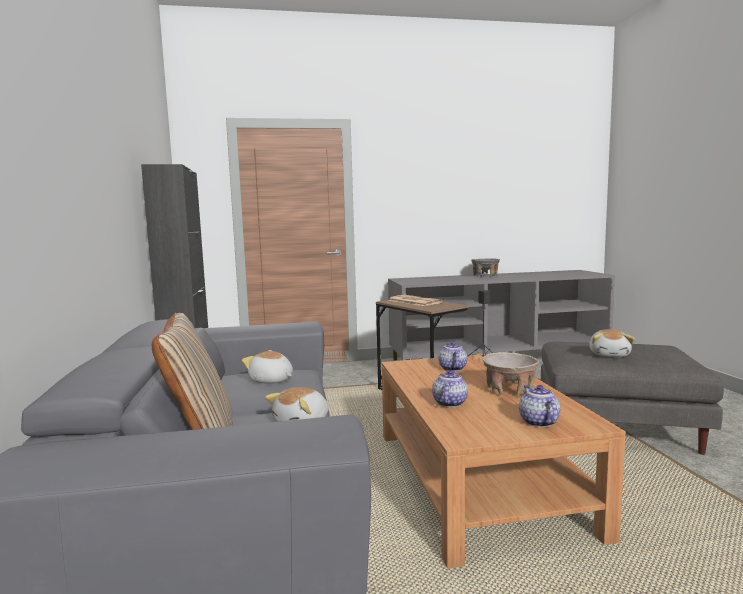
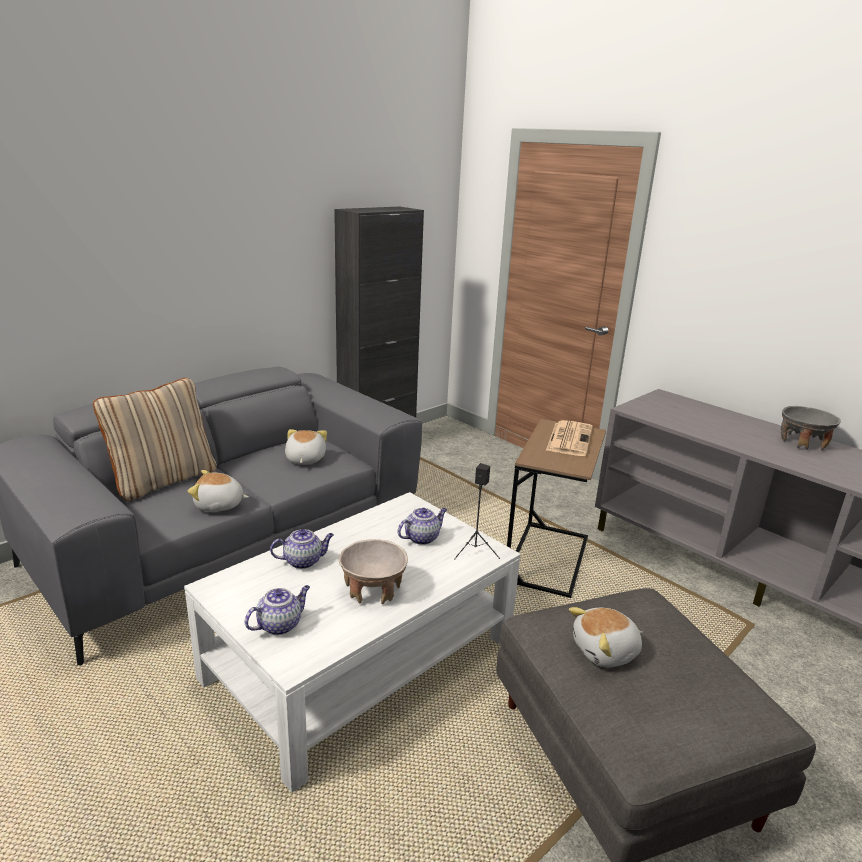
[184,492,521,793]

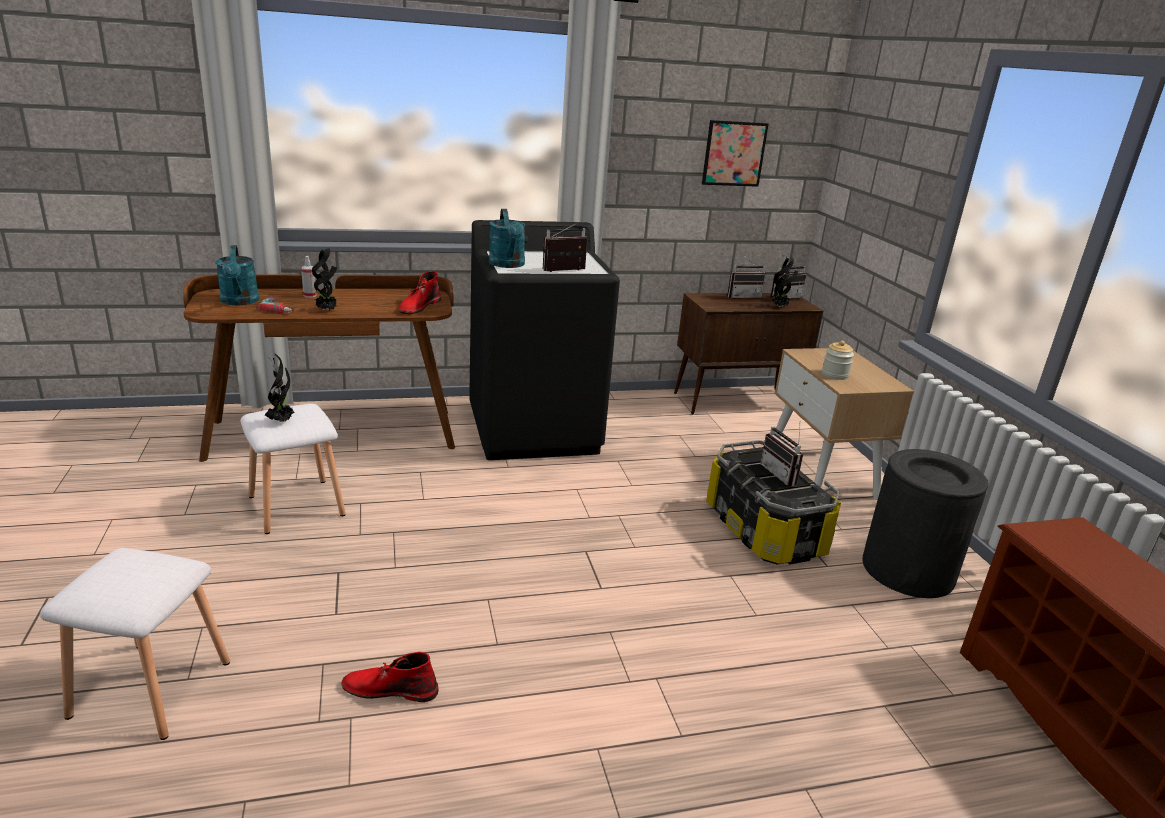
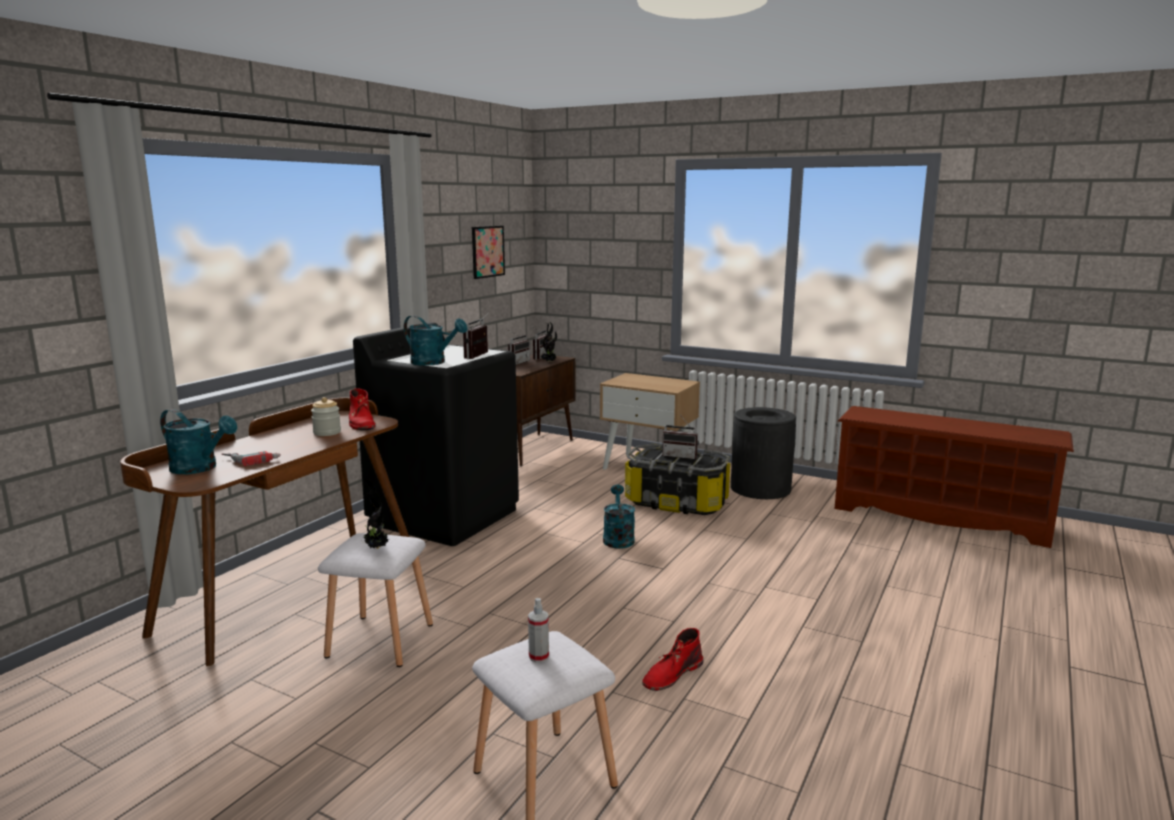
[311,397,341,436]
[528,598,549,662]
[603,485,635,549]
[312,248,337,311] (first image)

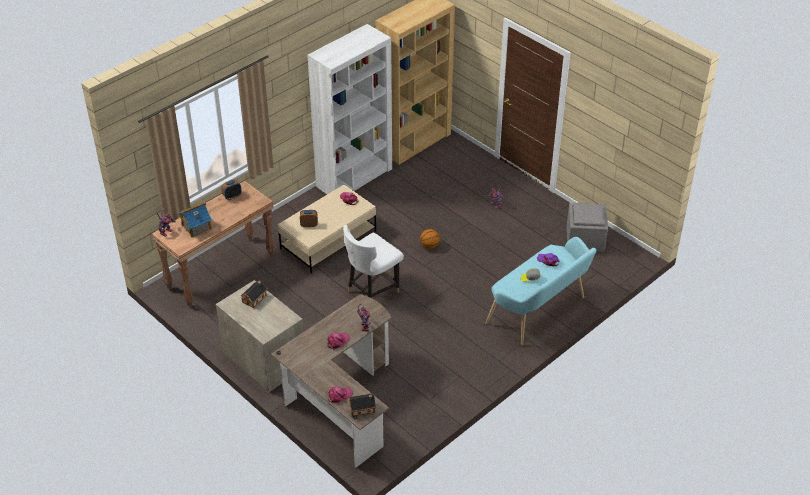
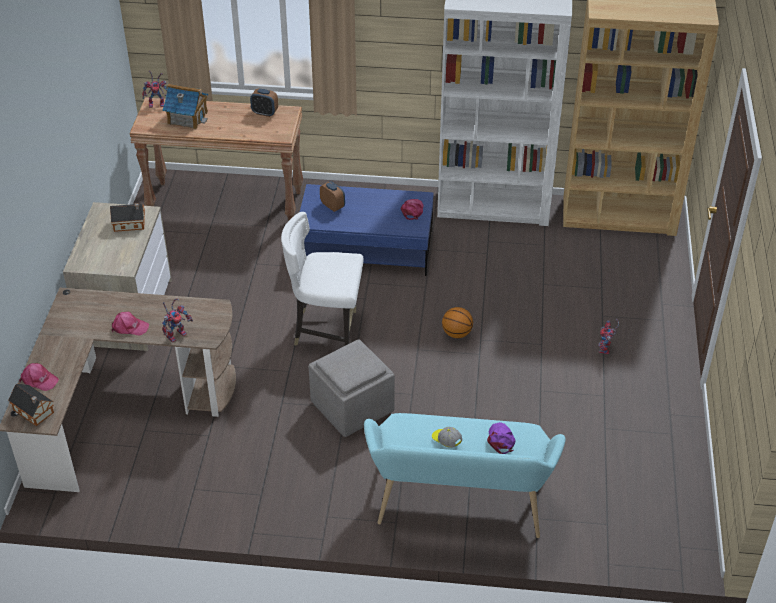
[300,184,434,276]
[309,339,395,437]

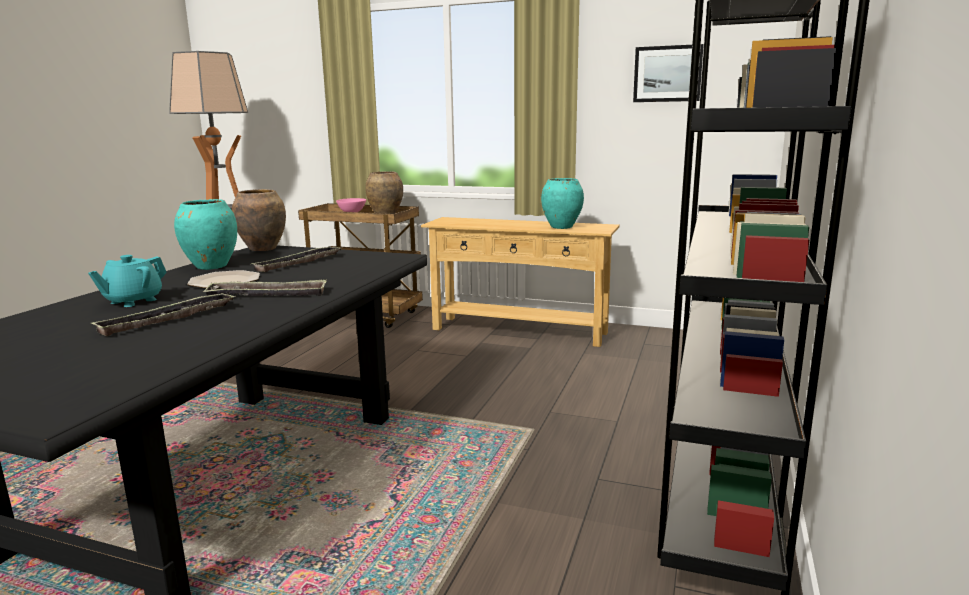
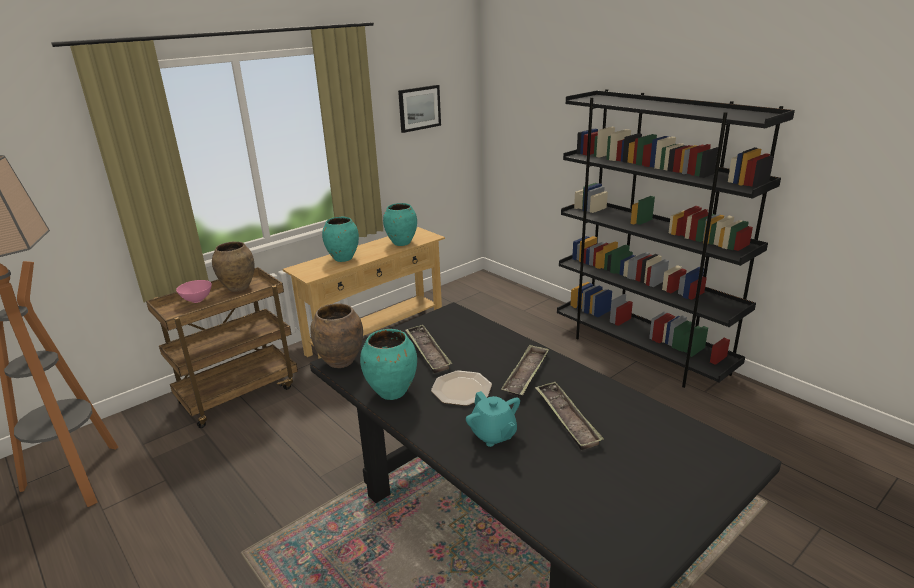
[322,217,359,262]

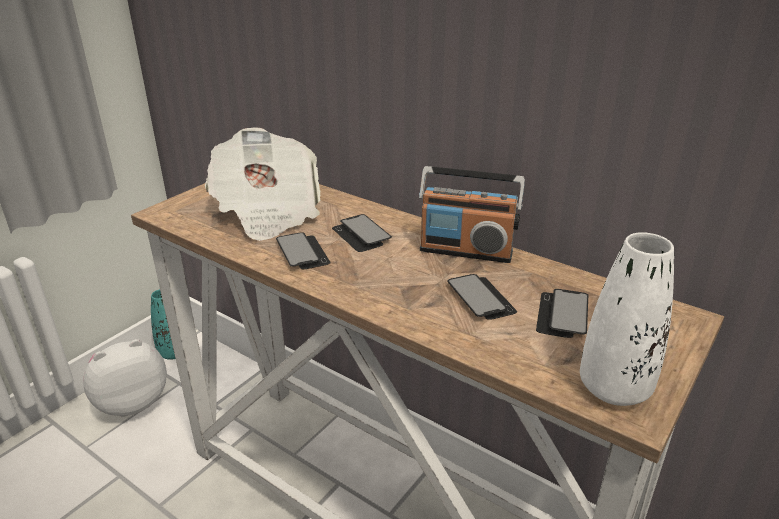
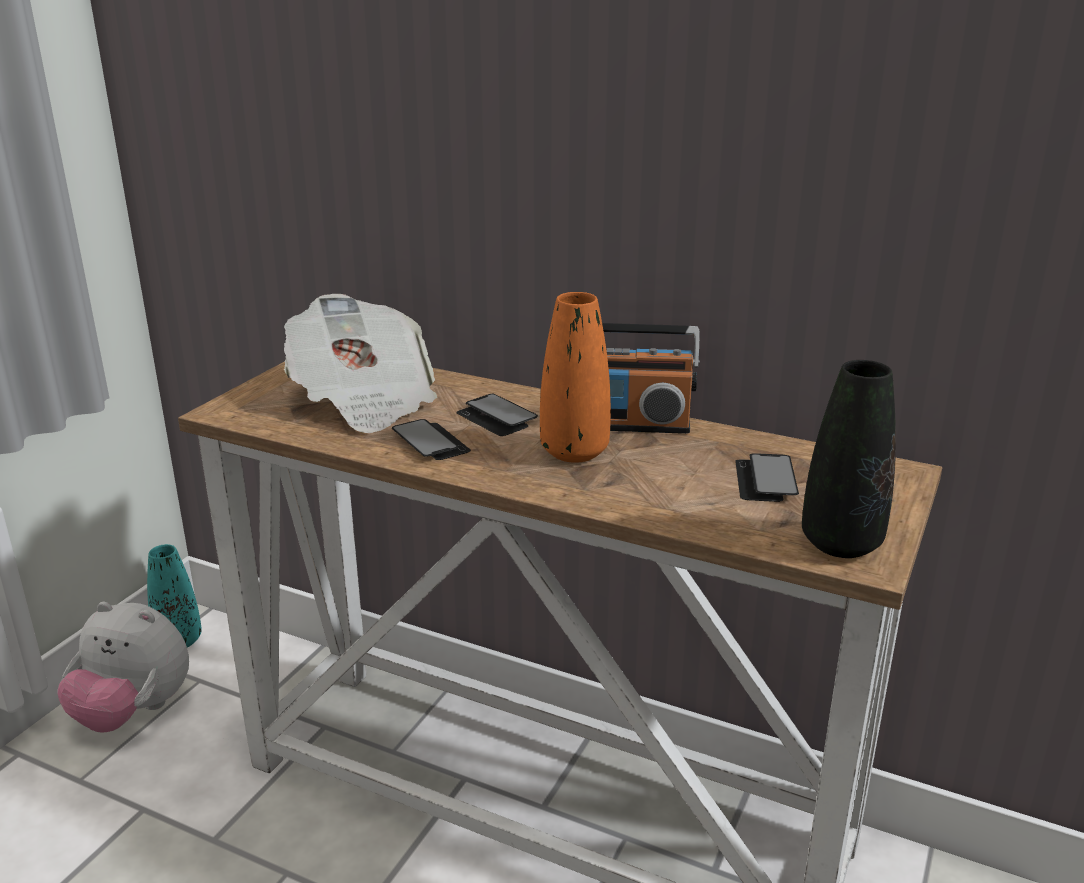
[58,602,189,733]
[540,292,611,463]
[802,360,896,558]
[447,274,517,320] (first image)

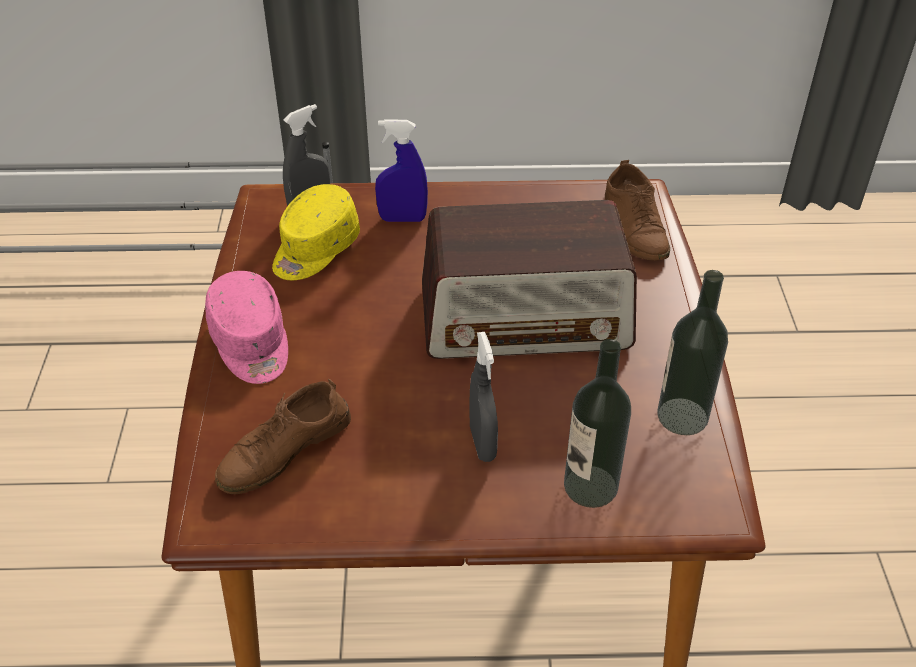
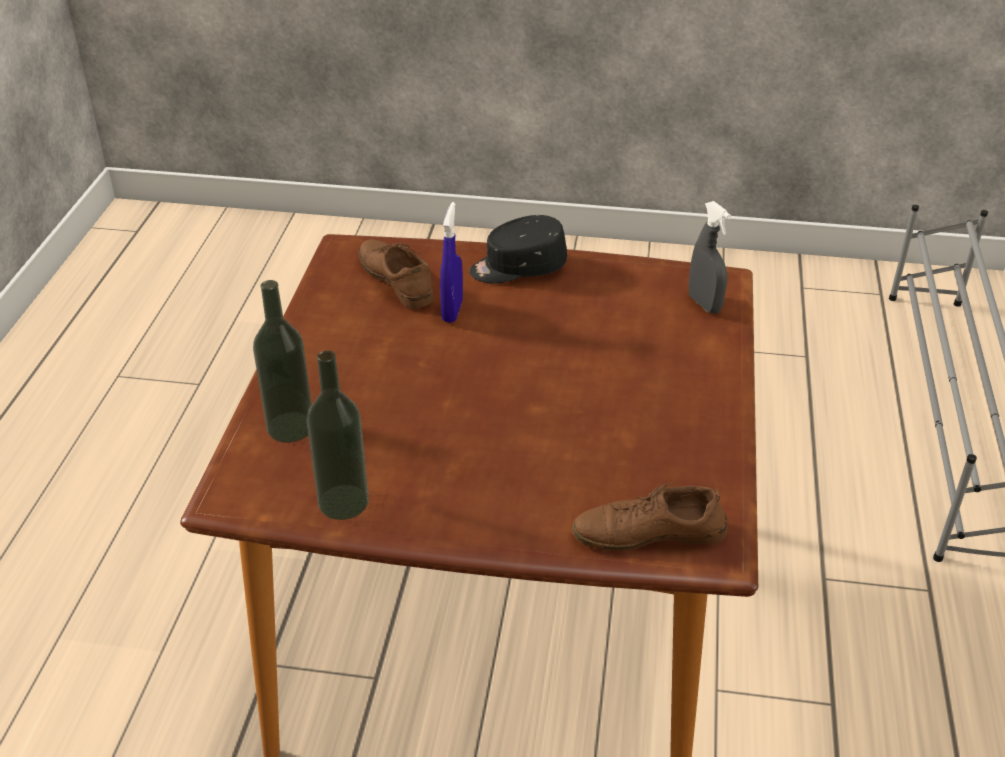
[440,202,463,323]
[469,215,567,283]
[272,184,360,280] (first image)
[422,200,637,359] (first image)
[470,332,498,462] (first image)

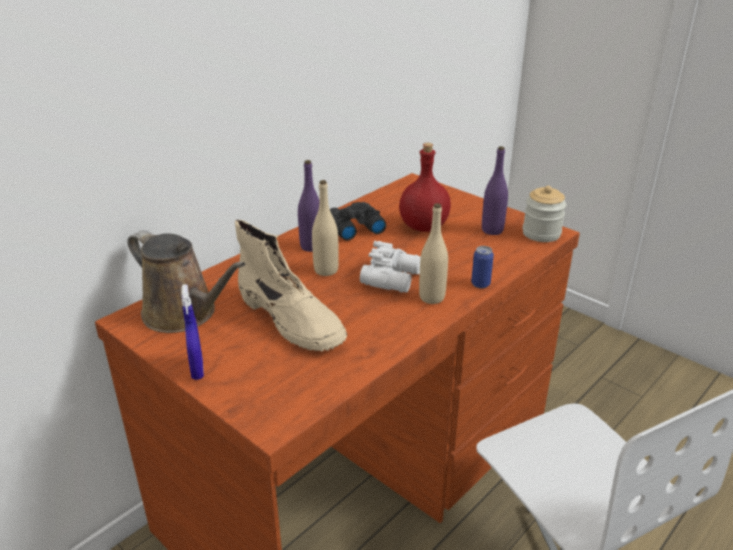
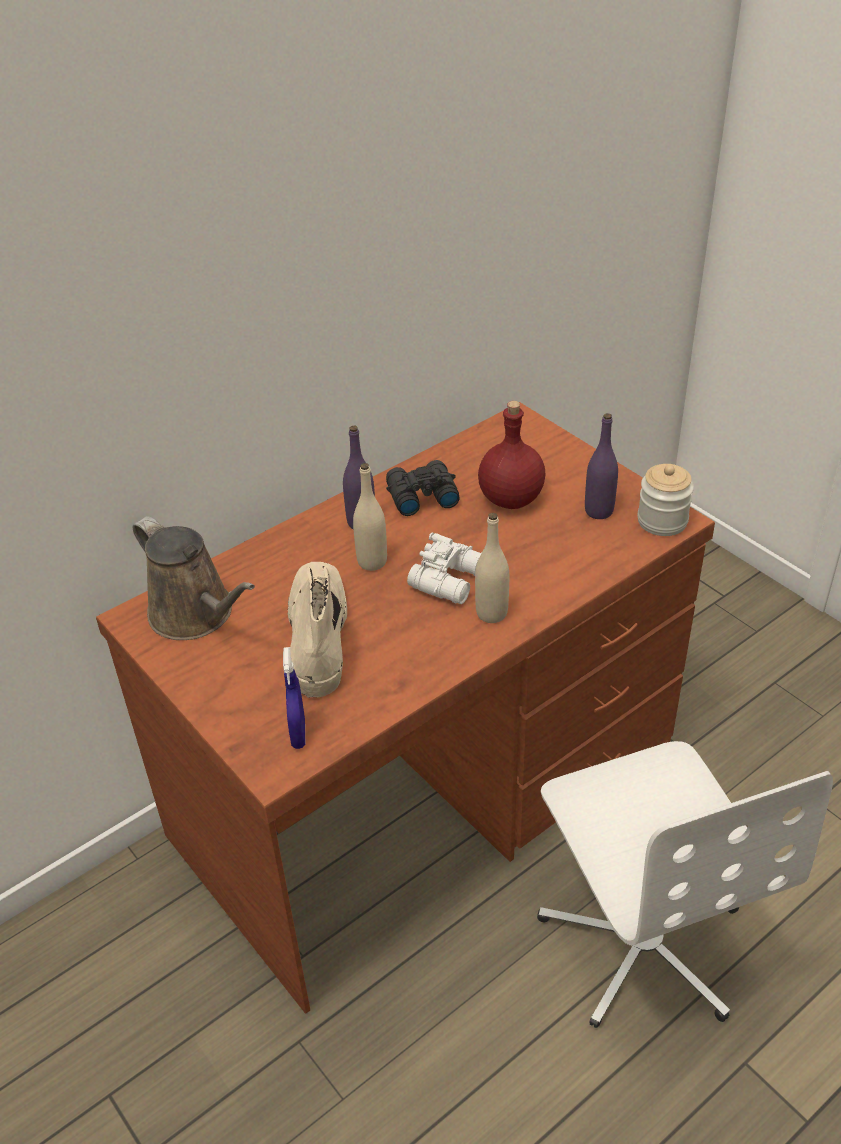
[283,647,305,749]
[287,562,347,698]
[471,246,494,288] (first image)

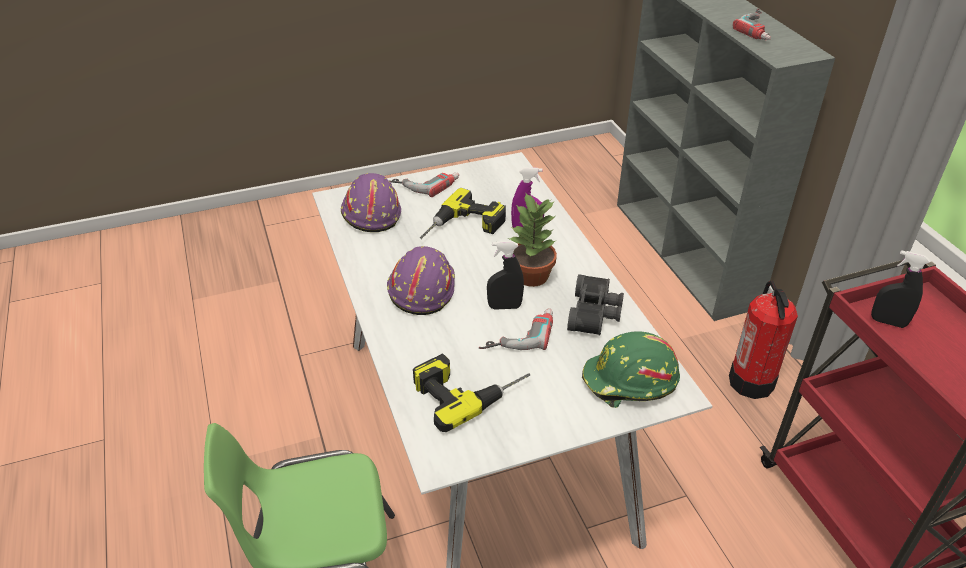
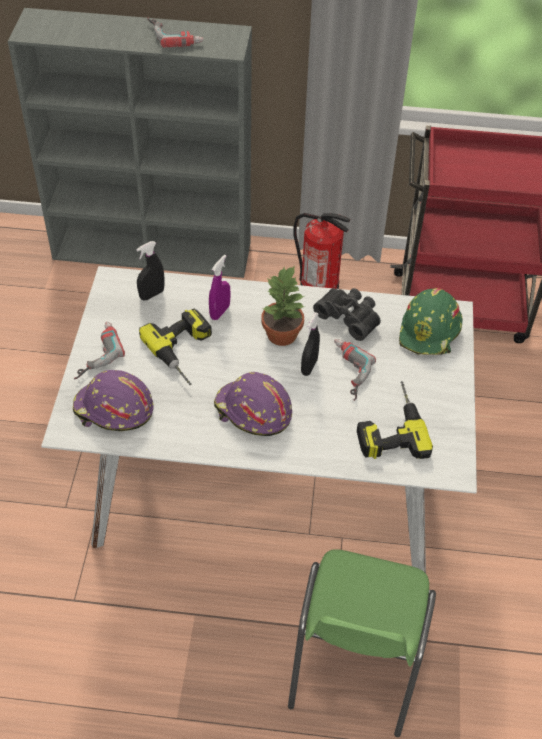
[136,241,165,301]

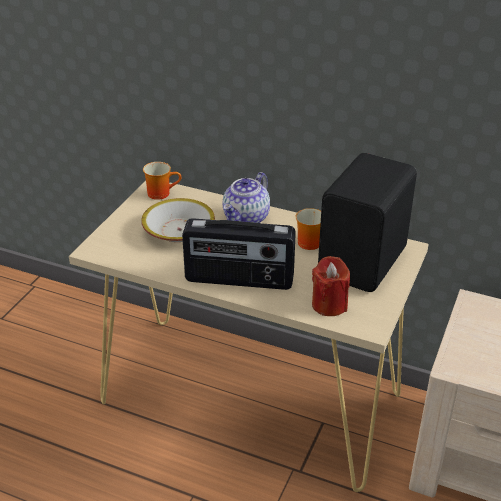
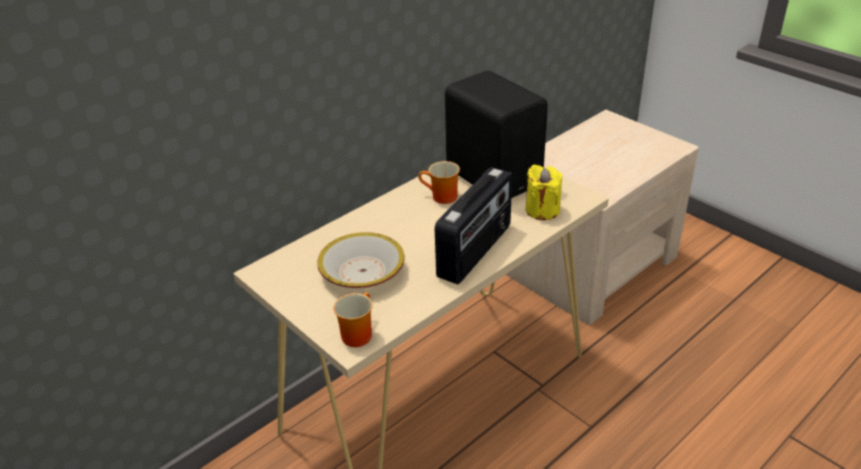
[333,293,373,347]
[525,165,562,220]
[223,172,270,223] (first image)

